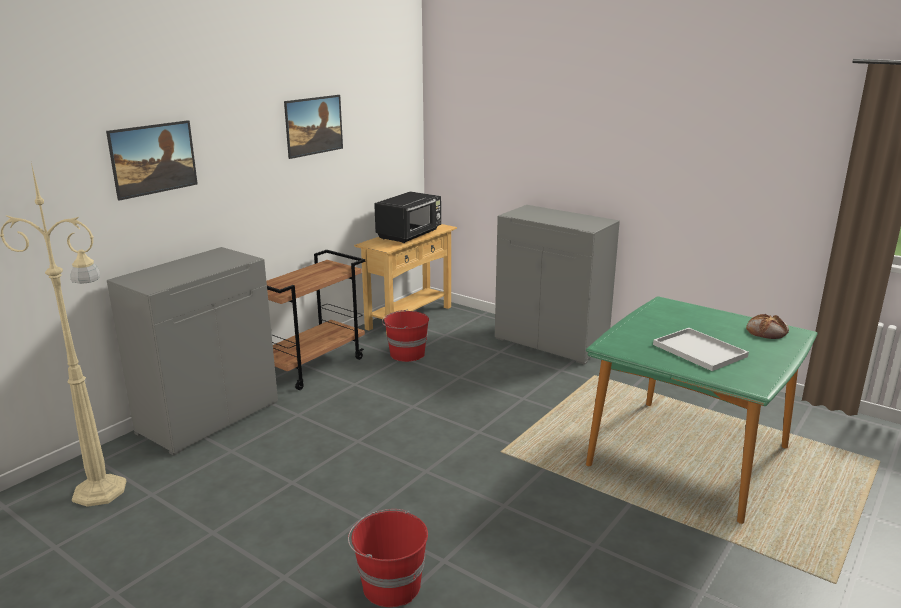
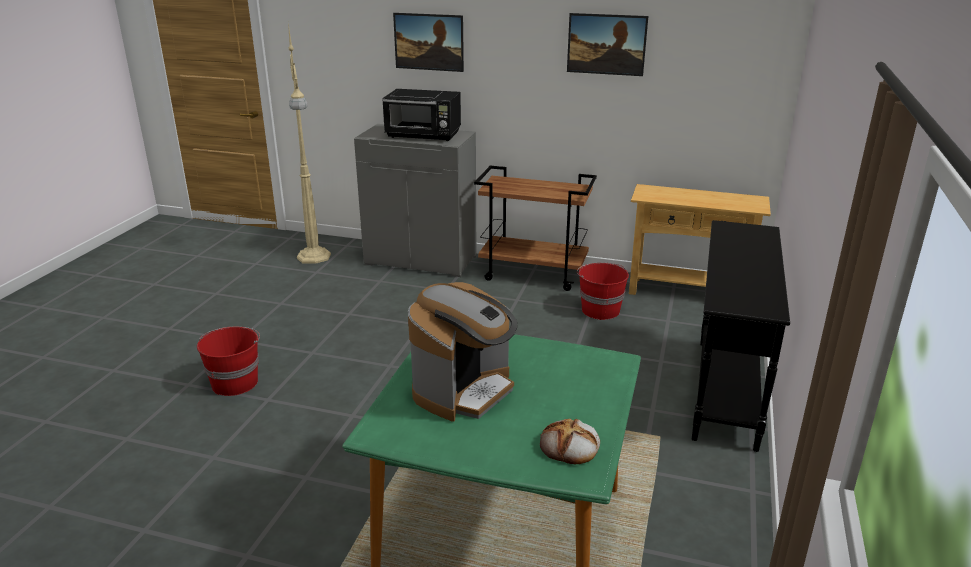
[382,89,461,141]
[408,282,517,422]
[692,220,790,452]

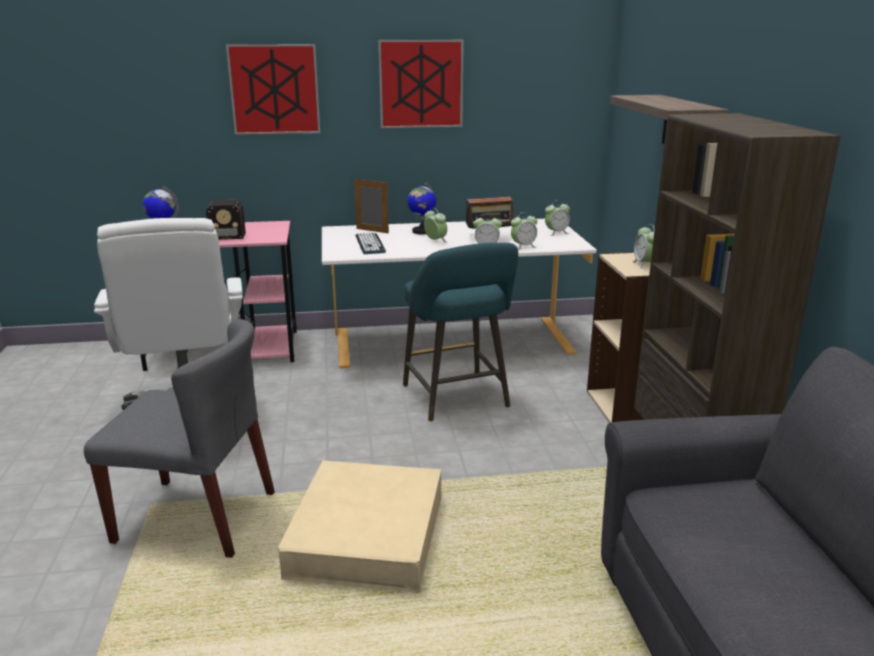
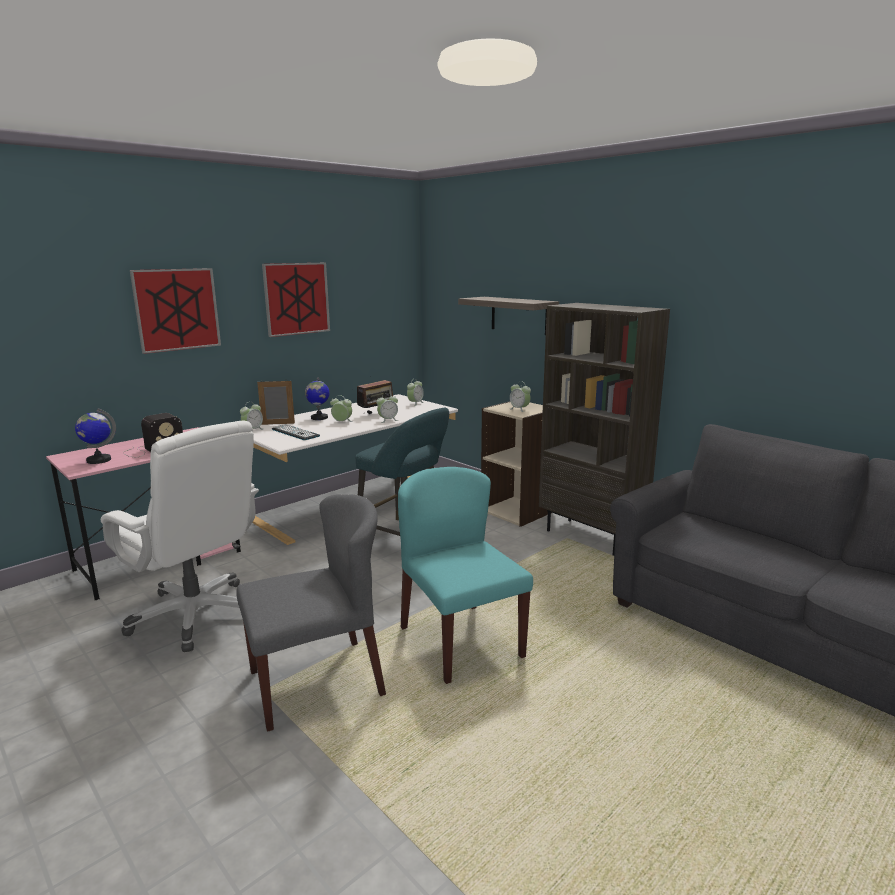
[240,402,263,430]
[398,467,533,684]

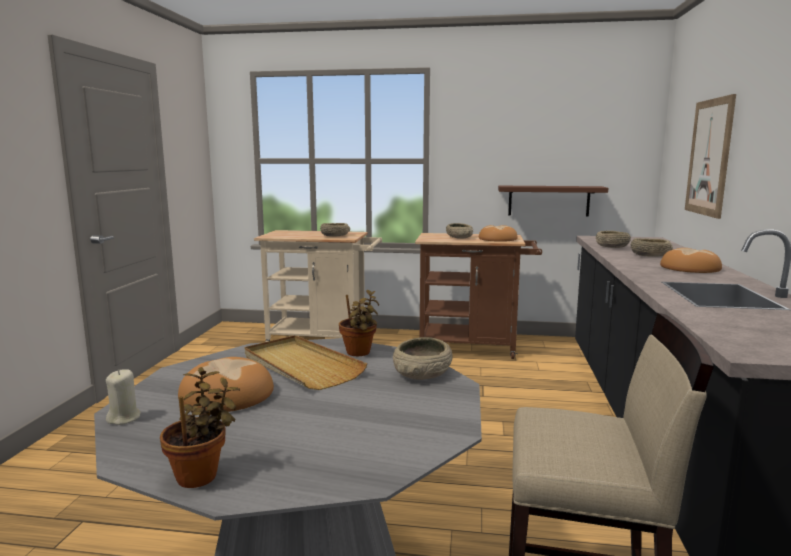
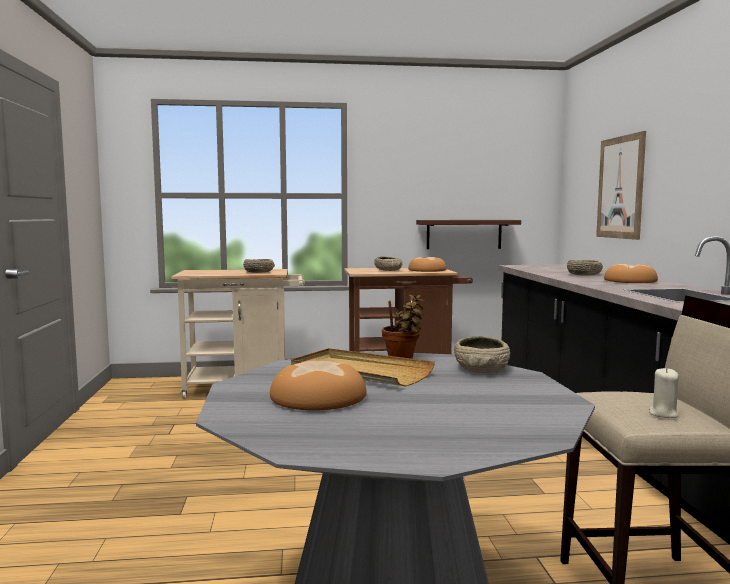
[649,368,679,418]
[160,367,240,488] (first image)
[596,231,631,248] (first image)

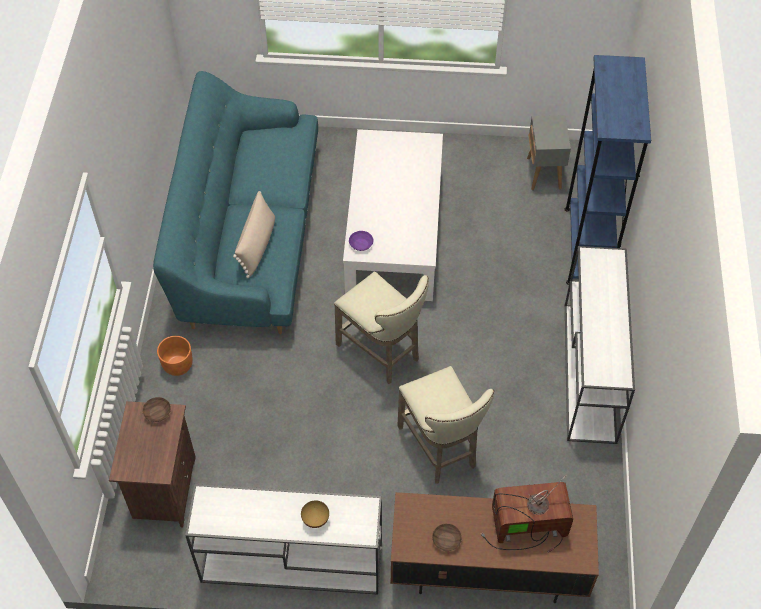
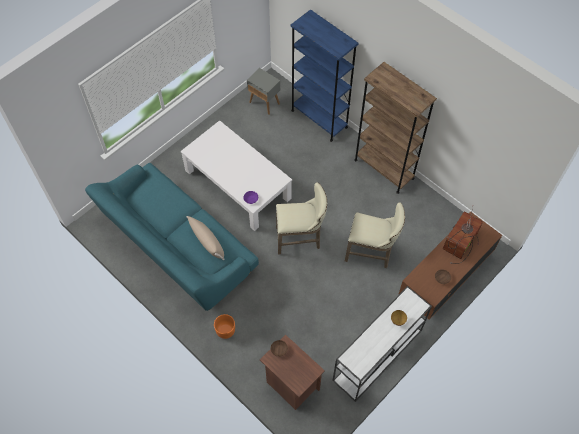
[354,62,437,194]

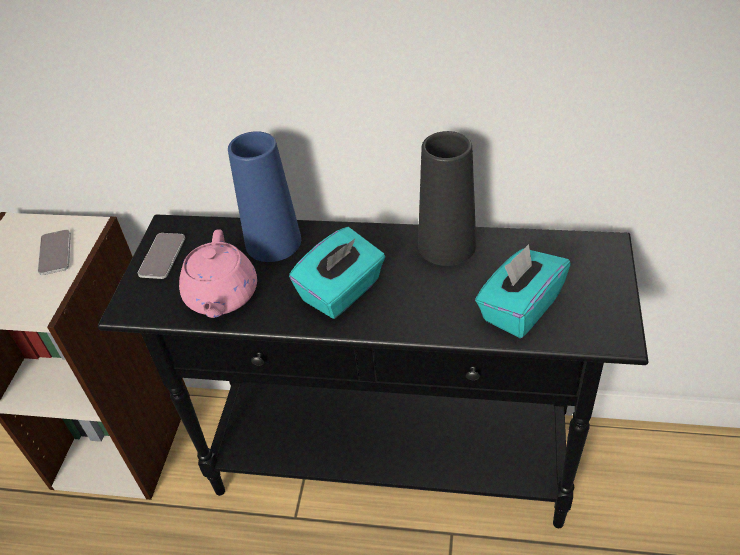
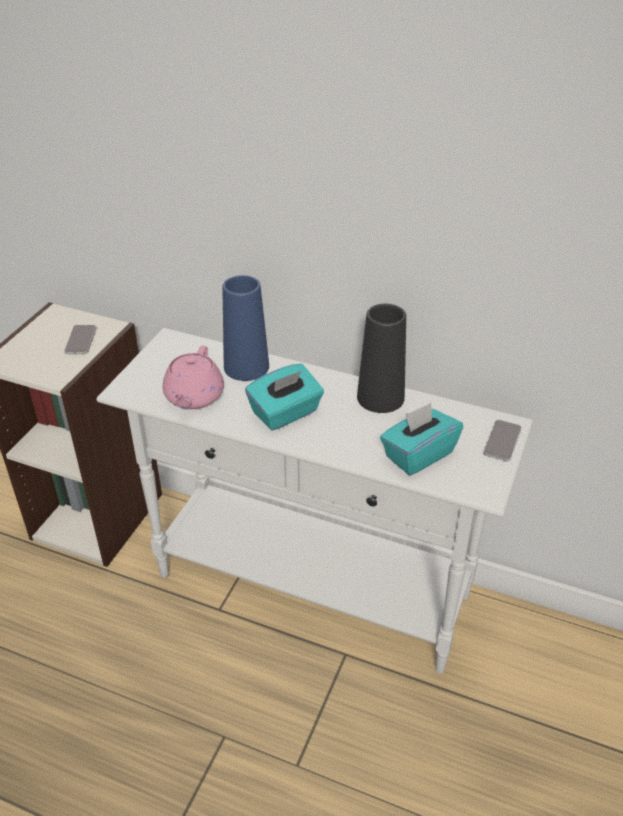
[96,328,533,674]
[483,420,522,461]

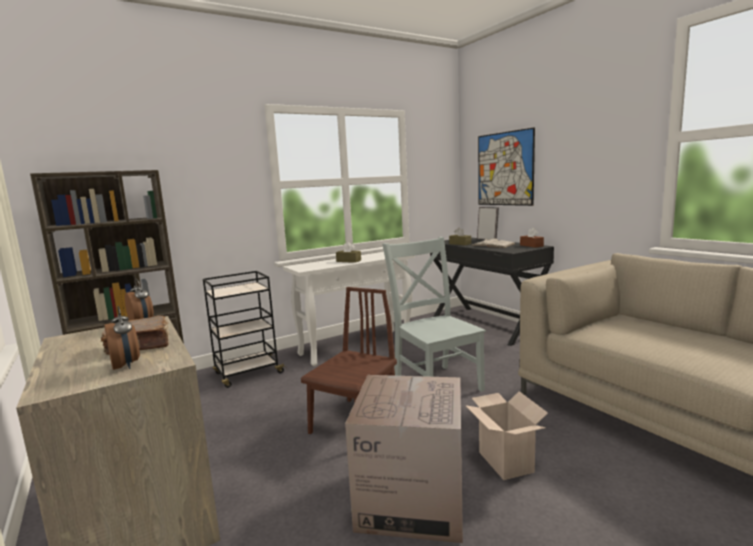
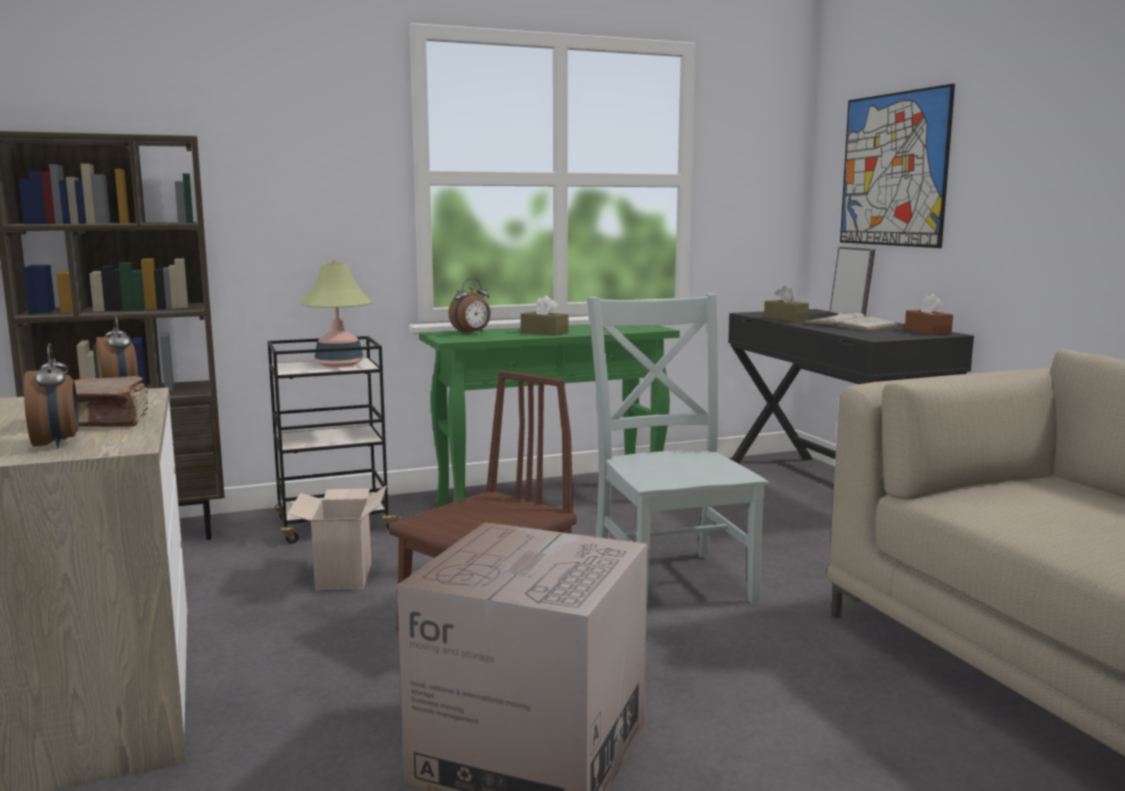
[288,486,386,591]
[300,260,372,367]
[419,324,680,507]
[448,278,491,335]

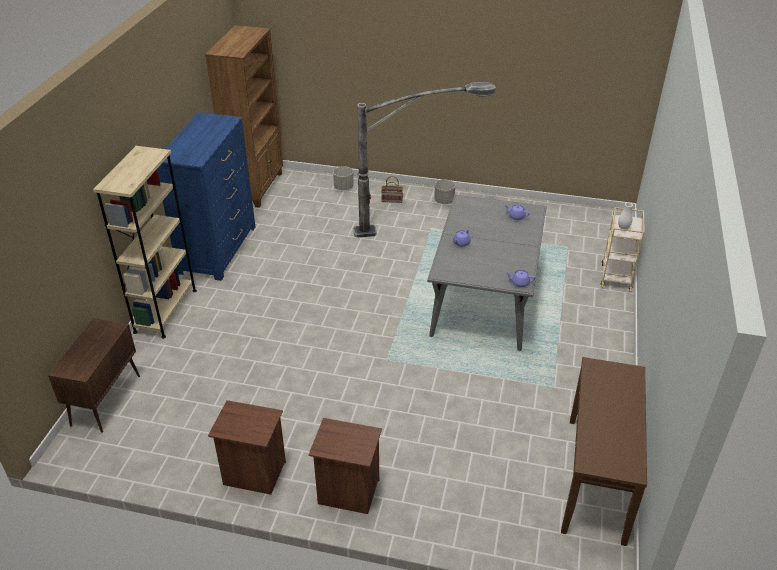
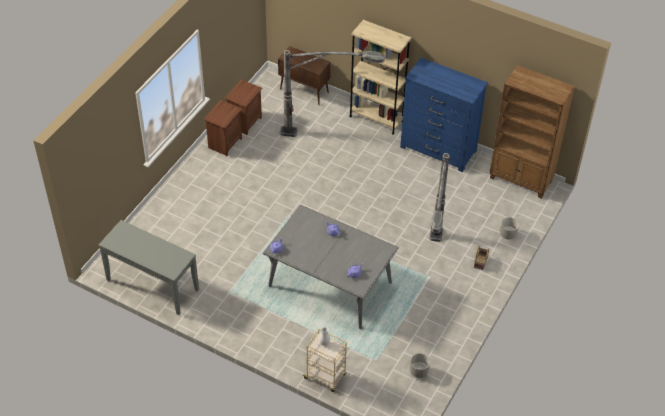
[99,220,199,315]
[224,80,262,135]
[279,50,385,137]
[410,353,430,378]

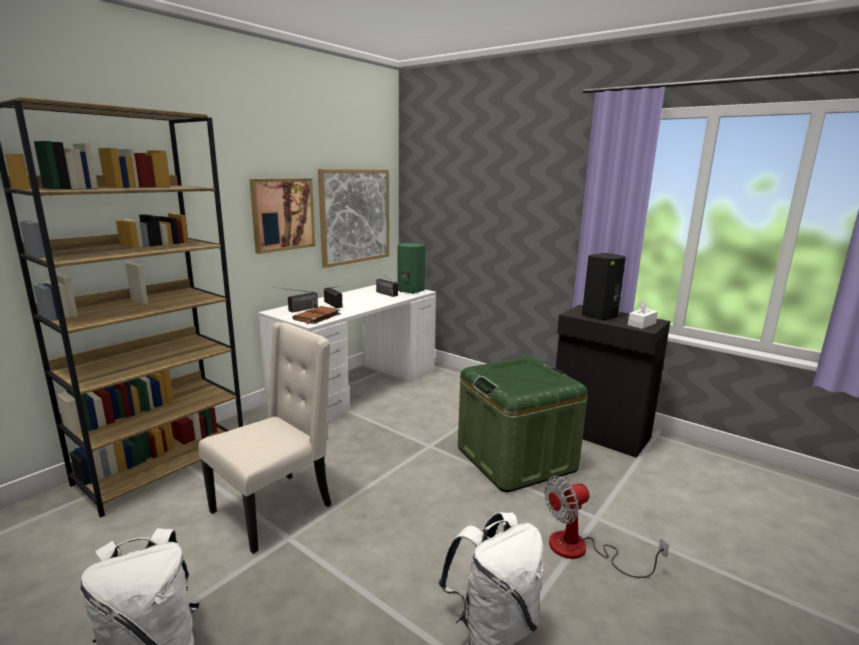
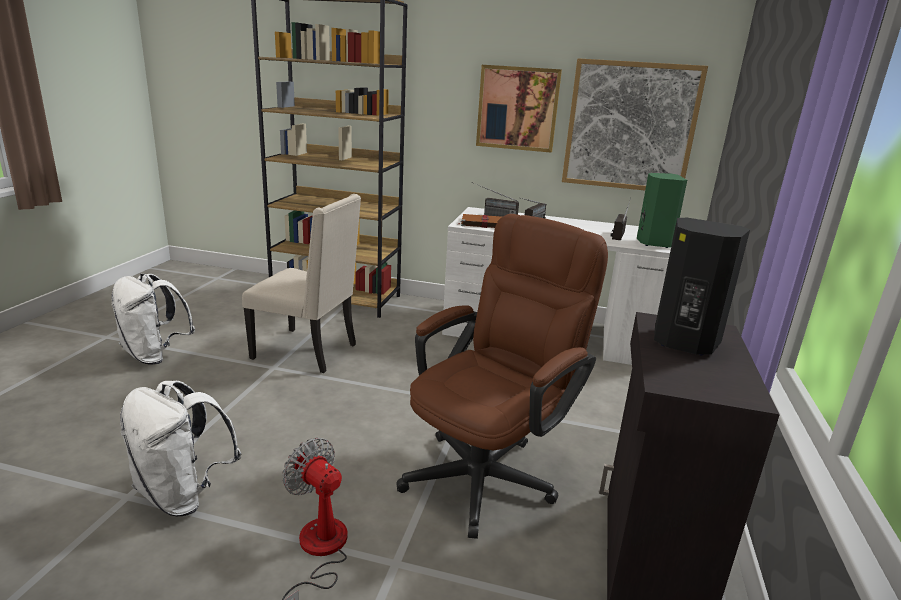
[396,214,608,539]
[628,300,658,329] (first image)

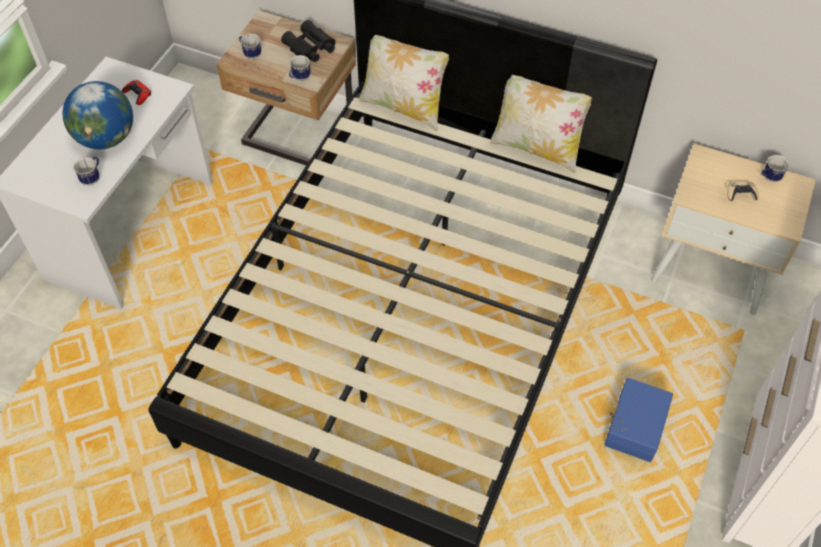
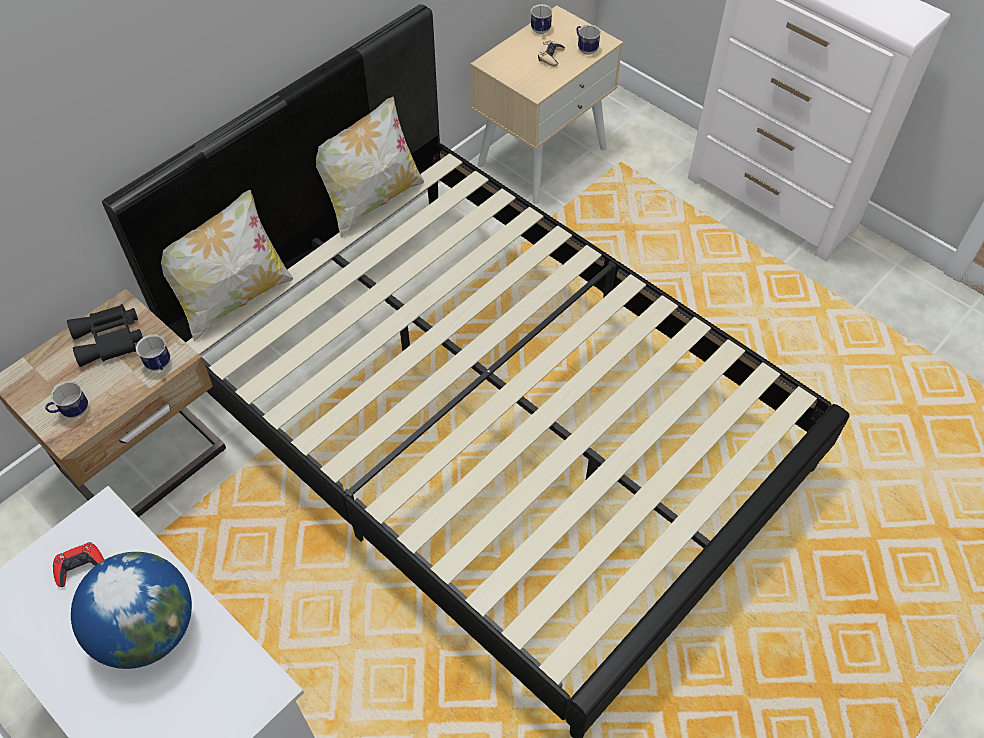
[577,25,601,55]
[604,378,673,462] (first image)

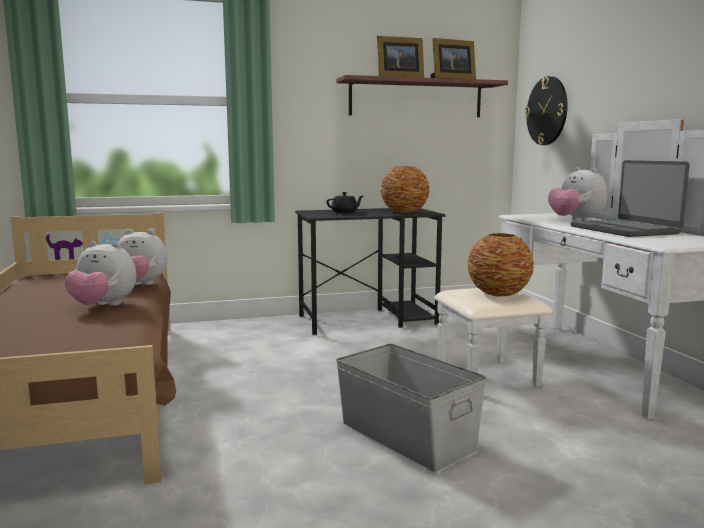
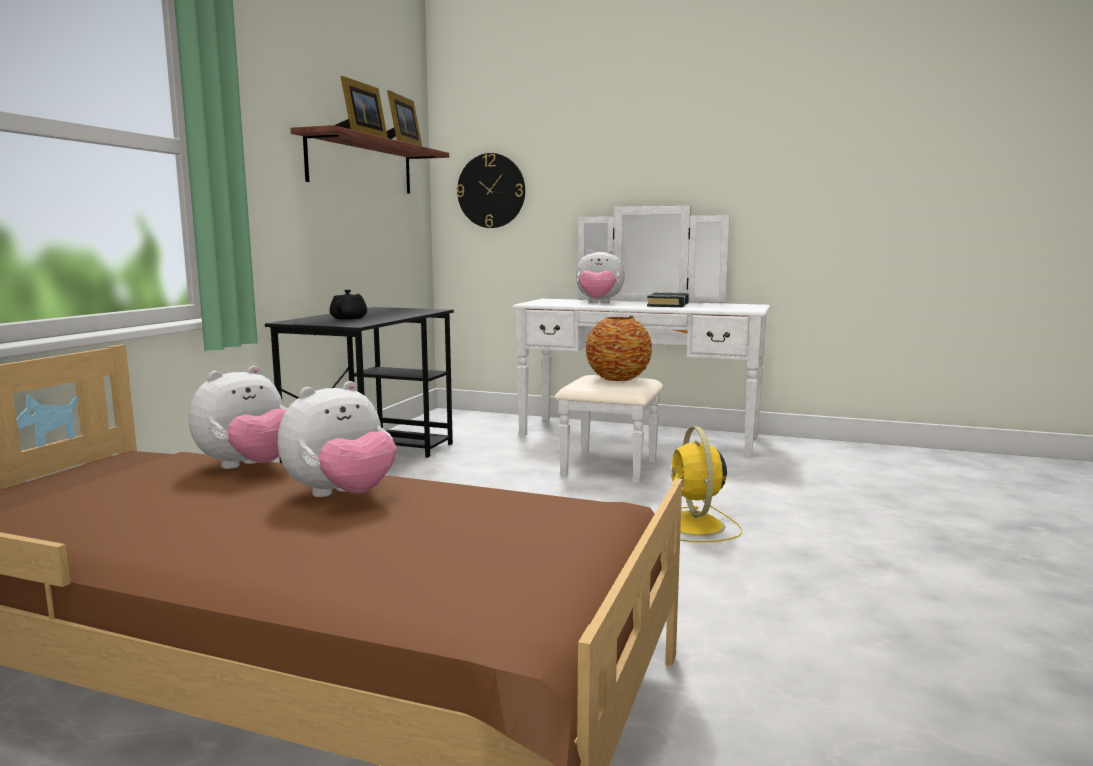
[647,292,689,307]
[671,427,742,542]
[381,167,430,213] (first image)

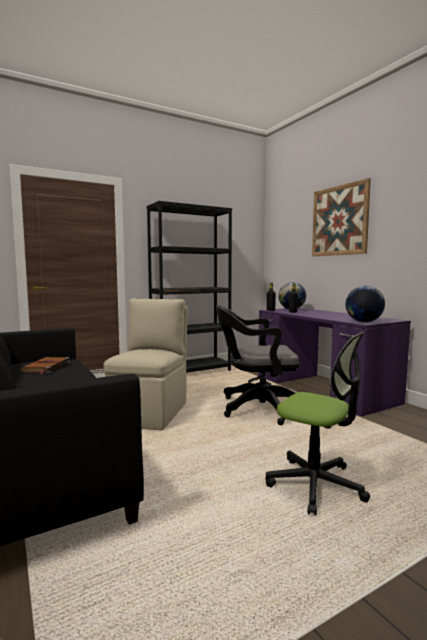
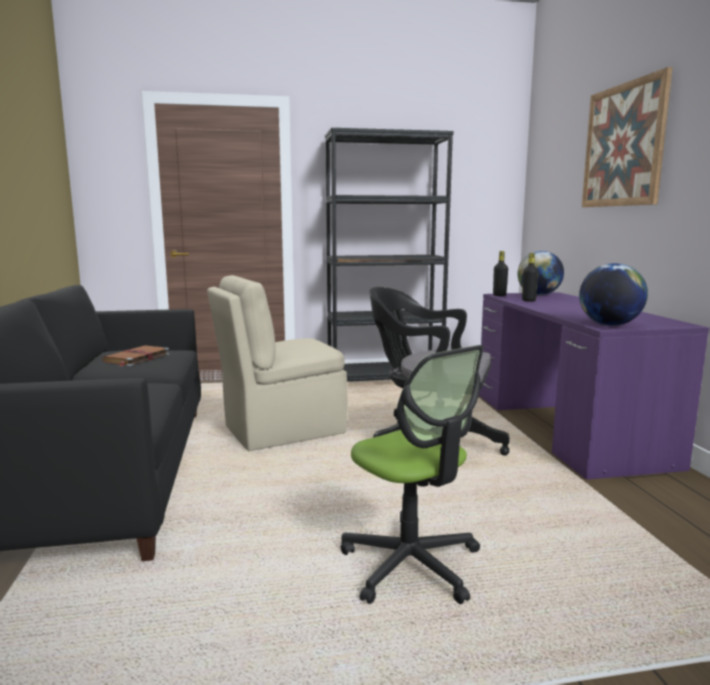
[207,275,347,451]

